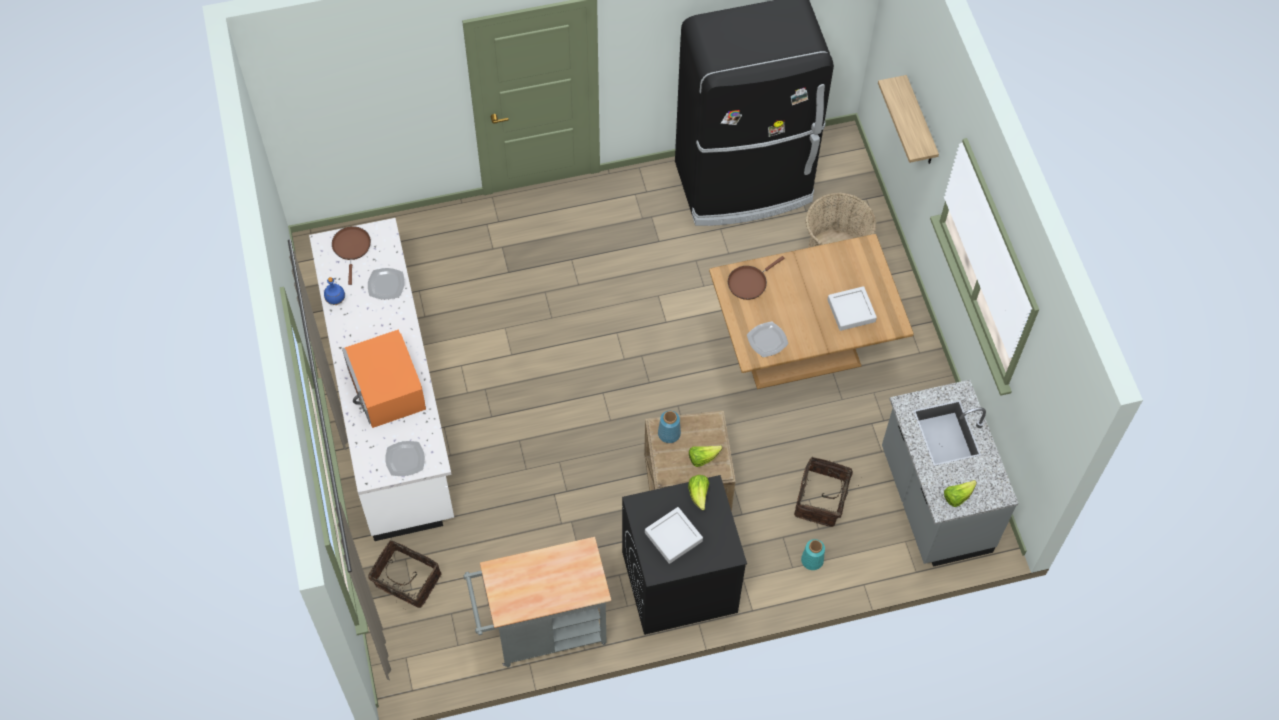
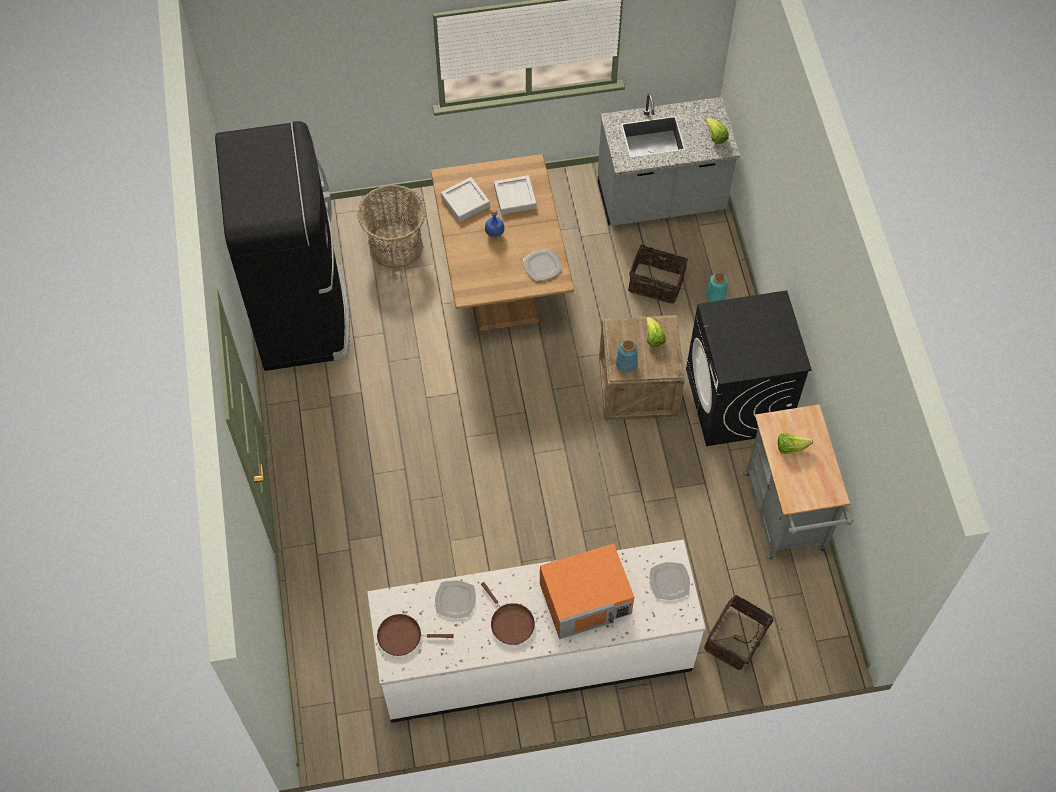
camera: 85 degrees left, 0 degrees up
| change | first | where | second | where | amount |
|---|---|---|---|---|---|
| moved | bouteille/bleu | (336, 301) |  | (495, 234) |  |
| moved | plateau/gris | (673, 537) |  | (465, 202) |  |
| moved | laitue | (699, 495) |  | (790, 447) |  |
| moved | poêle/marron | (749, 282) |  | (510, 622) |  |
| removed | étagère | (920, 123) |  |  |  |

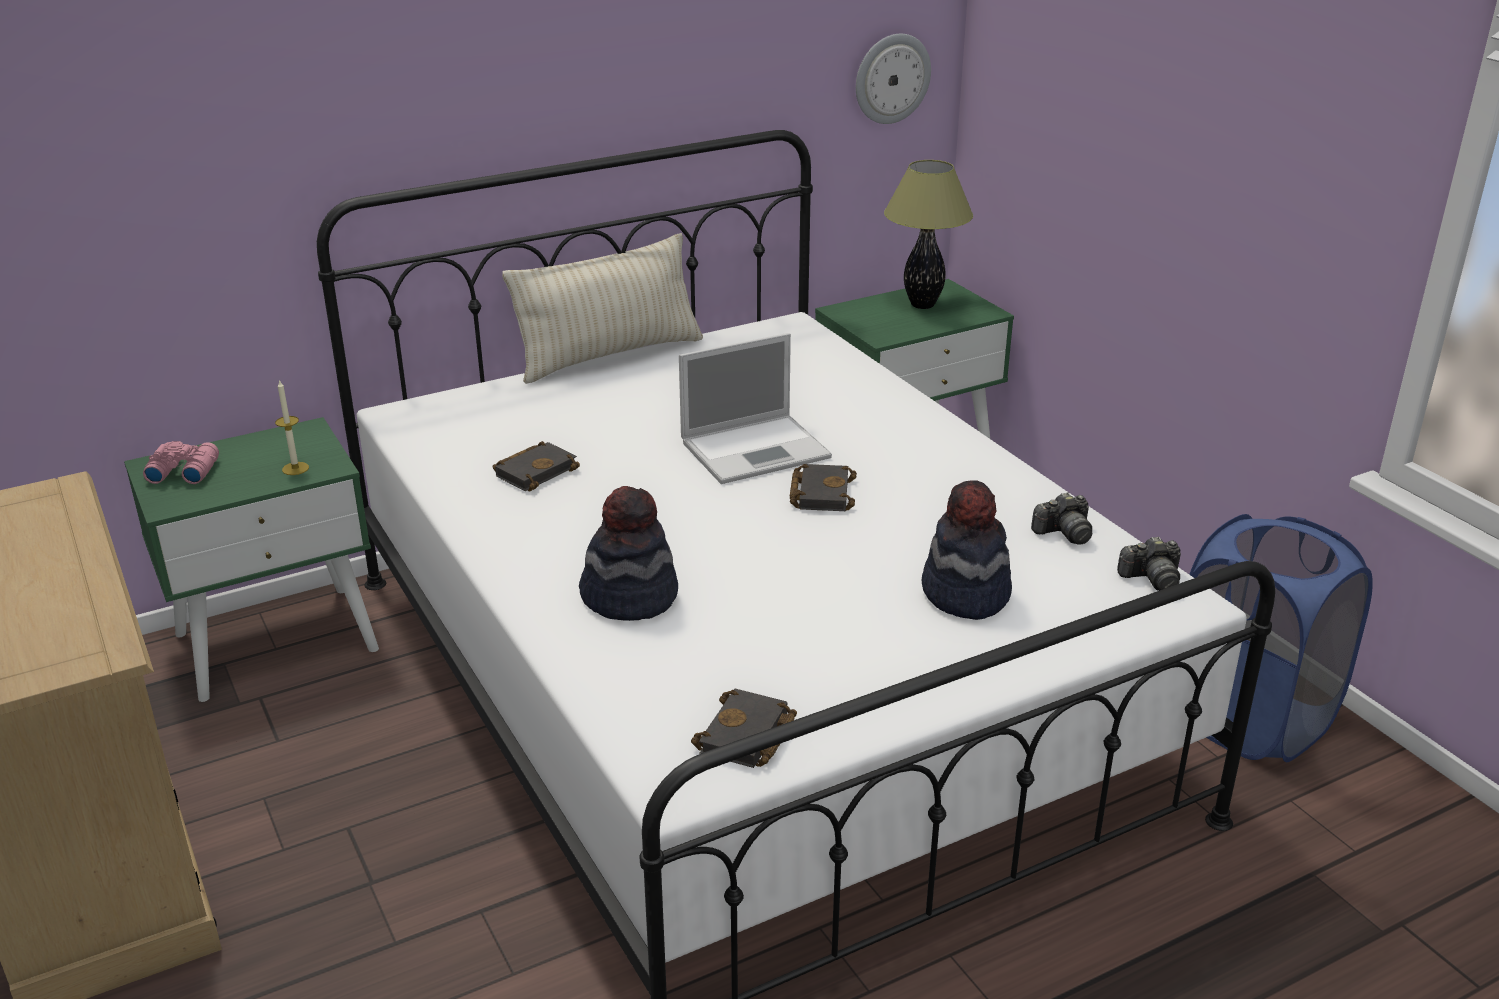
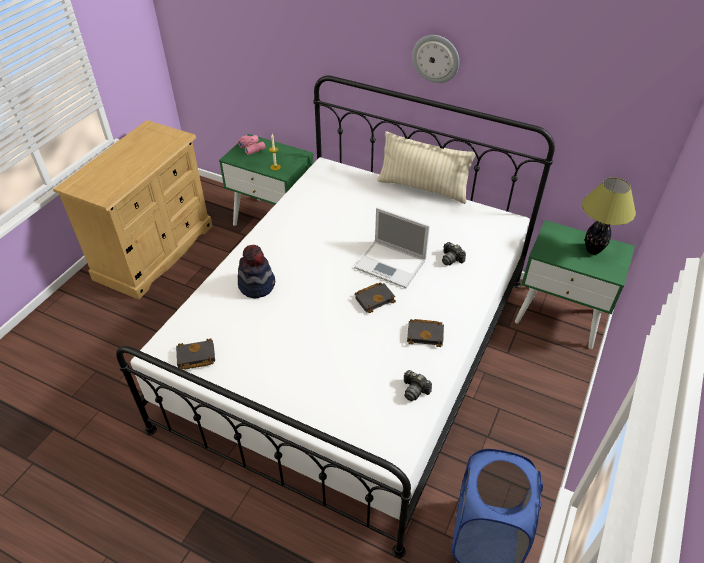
camera: 55 degrees right, 15 degrees up
| change | first | where | second | where | amount |
|---|---|---|---|---|---|
| moved | livre/noir | (536, 471) |  | (426, 334) |  |
| moved | horloge murale | (891, 78) |  | (436, 58) |  |
| removed | chapeau | (965, 594) |  |  |  |
| moved | appareil photo | (1151, 579) |  | (451, 259) |  |

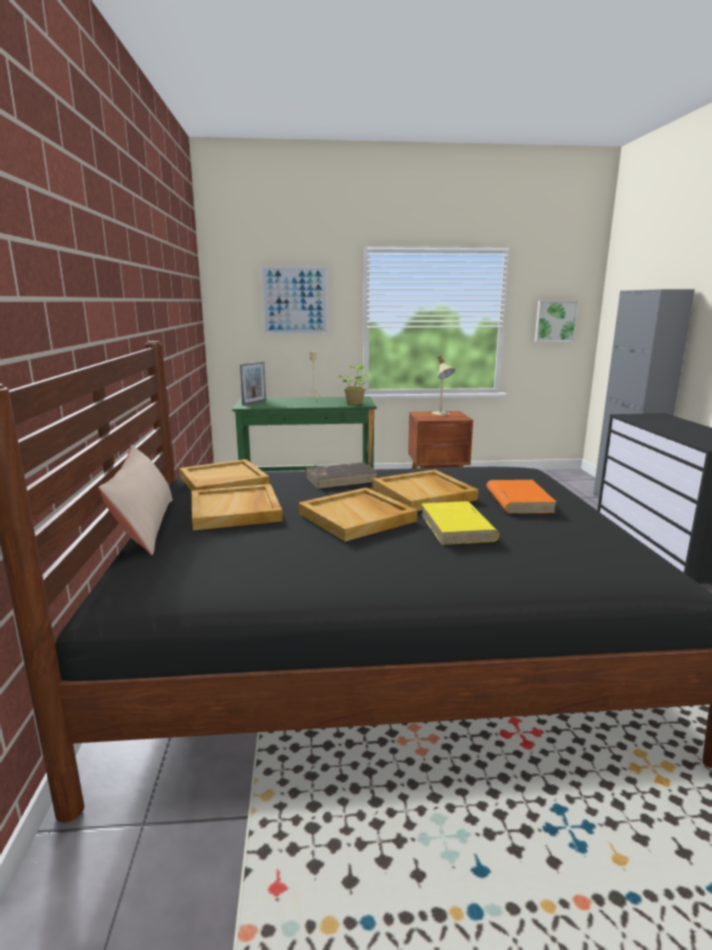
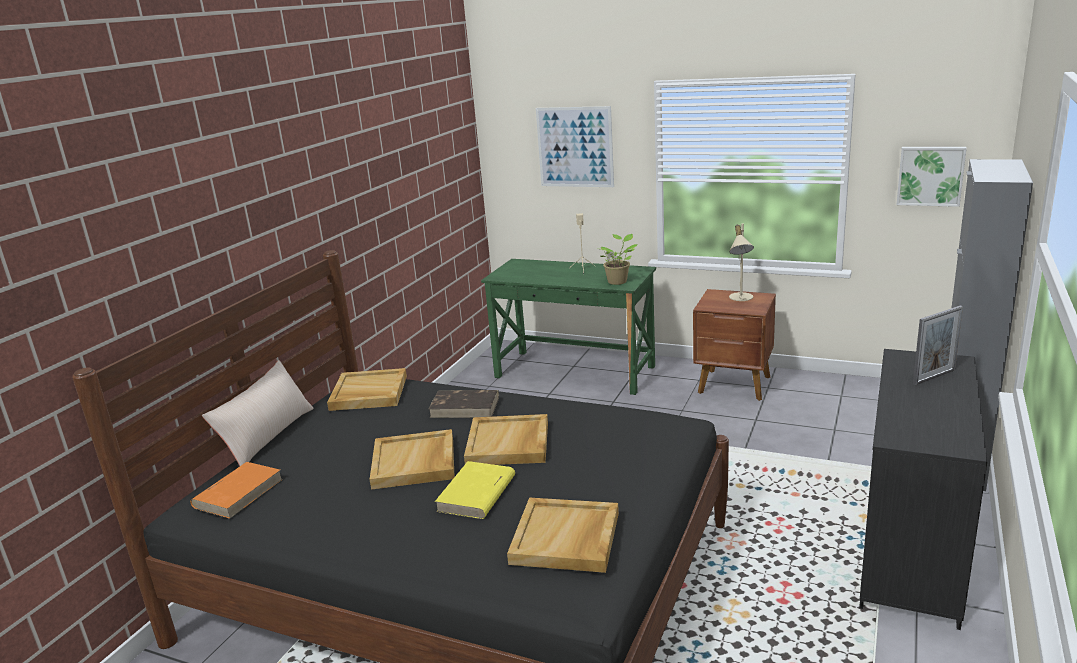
camera: 30 degrees right, 5 degrees up
| change | first | where | second | where | amount |
|---|---|---|---|---|---|
| moved | plateau/beige | (236, 510) |  | (566, 539) |  |
| moved | cadre photo | (254, 402) |  | (934, 377) |  |
| moved | livre/orange | (518, 500) |  | (239, 493) |  |

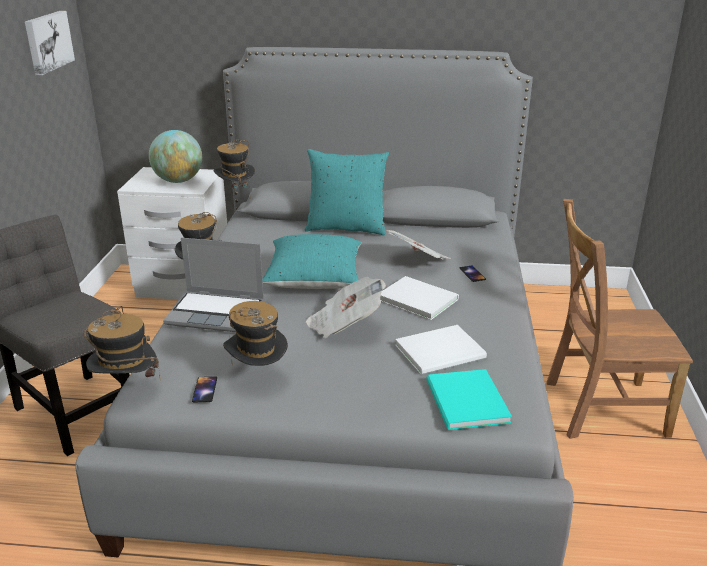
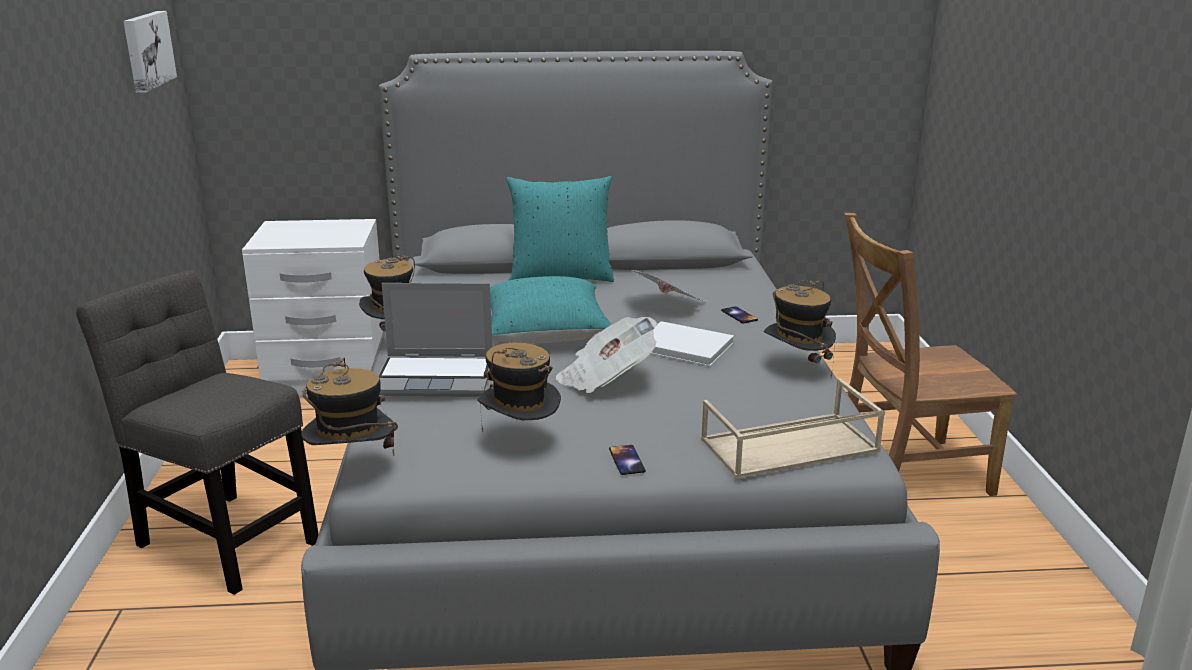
camera: 10 degrees left, 5 degrees down
| change | first | where | second | where | amount |
|---|---|---|---|---|---|
| removed | globe | (178, 181) |  |  |  |
| moved | téléphone | (204, 389) |  | (626, 460) |  |
| moved | chapeau | (236, 194) |  | (796, 369) |  |
| removed | livre/blanc | (443, 352) |  |  |  |
| replaced | livre/turquoise | (465, 403) | plateau/beige | (788, 447) |  |

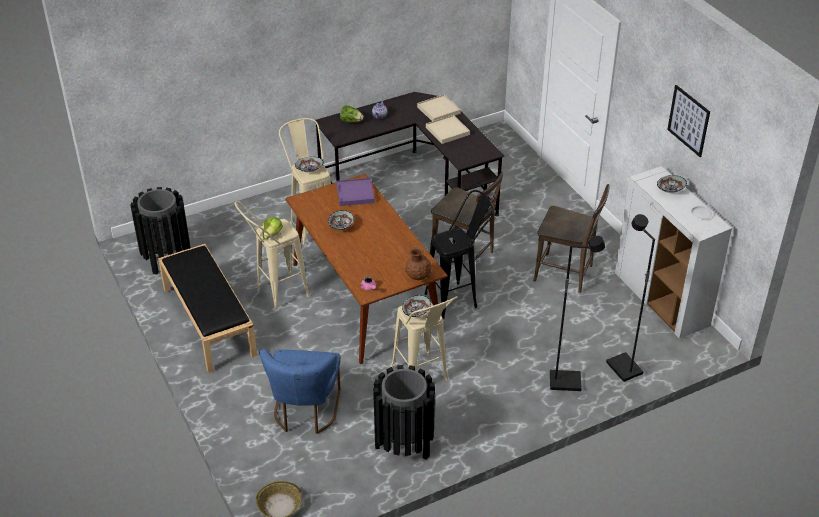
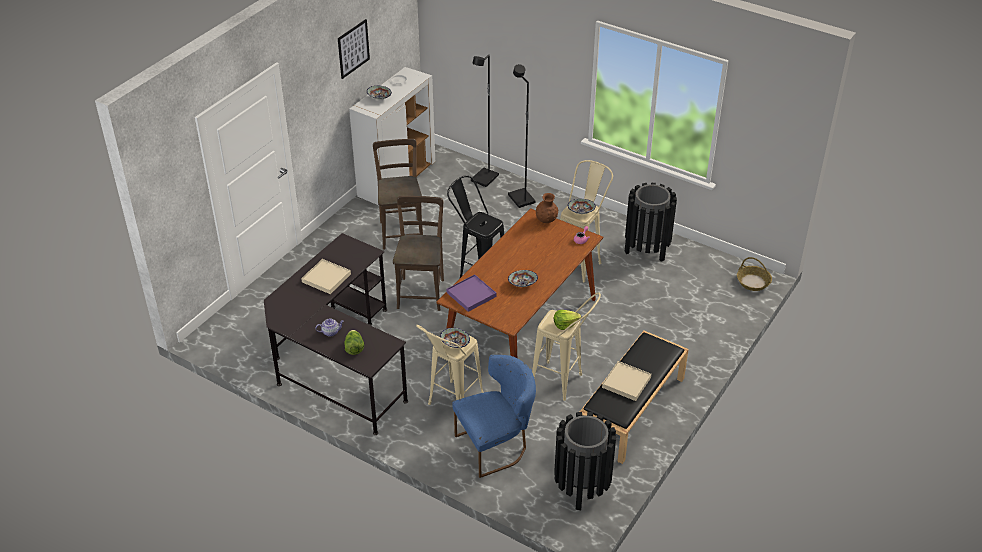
camera: 120 degrees left, 0 degrees up
| change | first | where | second | where | amount |
|---|---|---|---|---|---|
| moved | chaise/bleu | (305, 412) |  | (496, 446) |  |
| moved | plateau/beige | (438, 110) |  | (626, 382) |  |

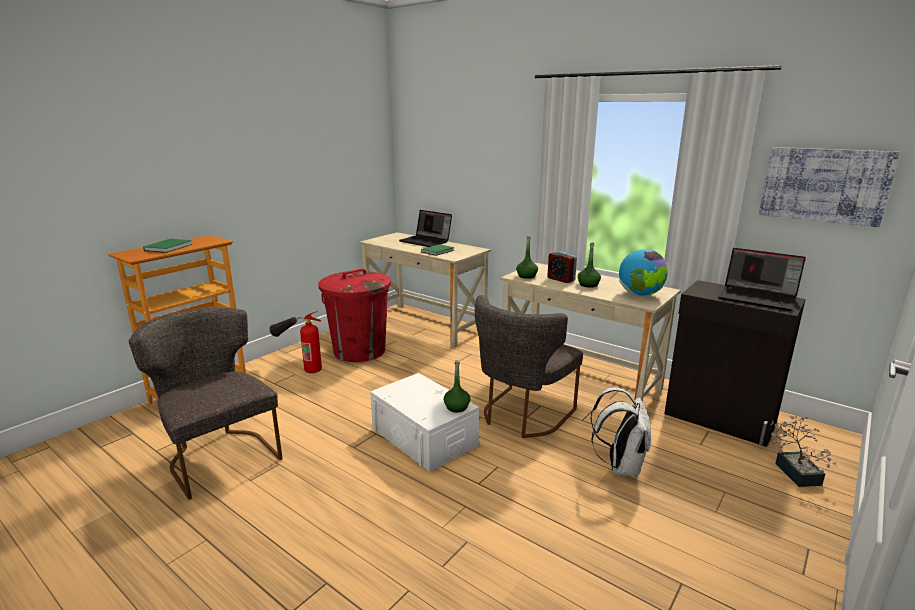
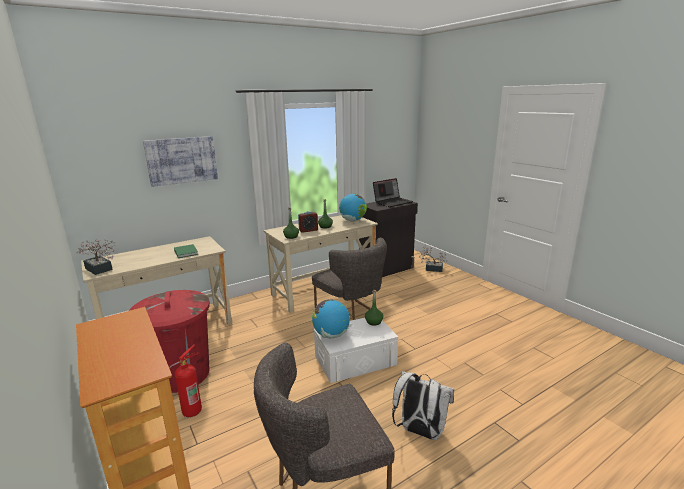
camera: 70 degrees left, 0 degrees up
| change | first | where | second | where | amount |
|---|---|---|---|---|---|
| removed | livre/vert | (170, 247) |  |  |  |
| removed | ordinateur portable | (426, 241) |  |  |  |
| moved | sac à dos/blanc | (620, 466) |  | (420, 431) |  |
| moved | tableau | (824, 185) |  | (182, 160) |  |
| added |  |  | plante en pot | (99, 270) |  |
| added |  |  | globe | (331, 335) |  |

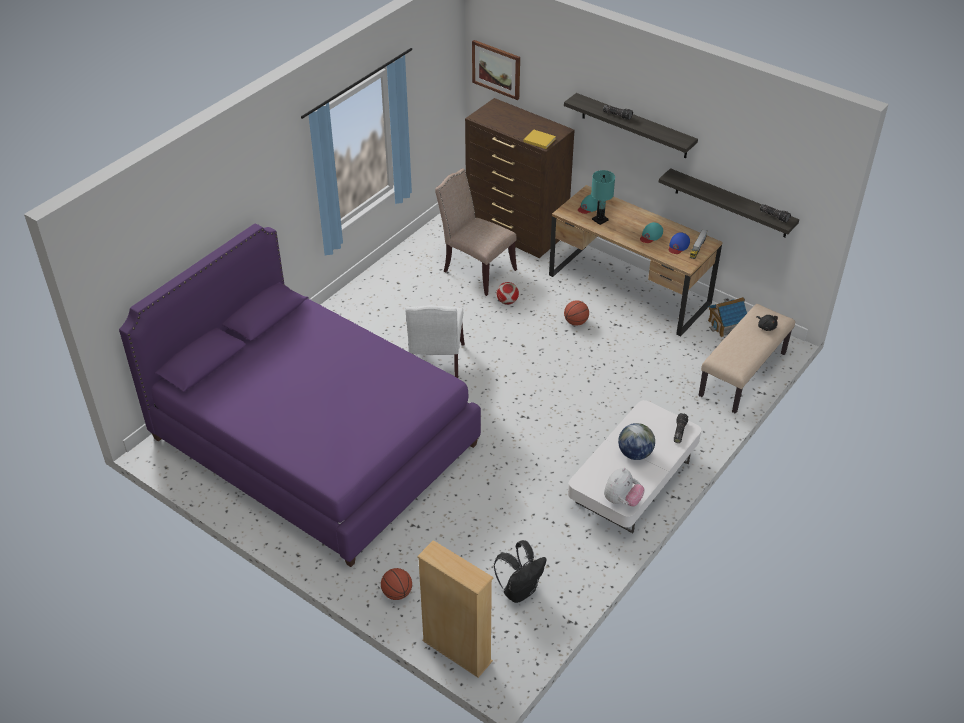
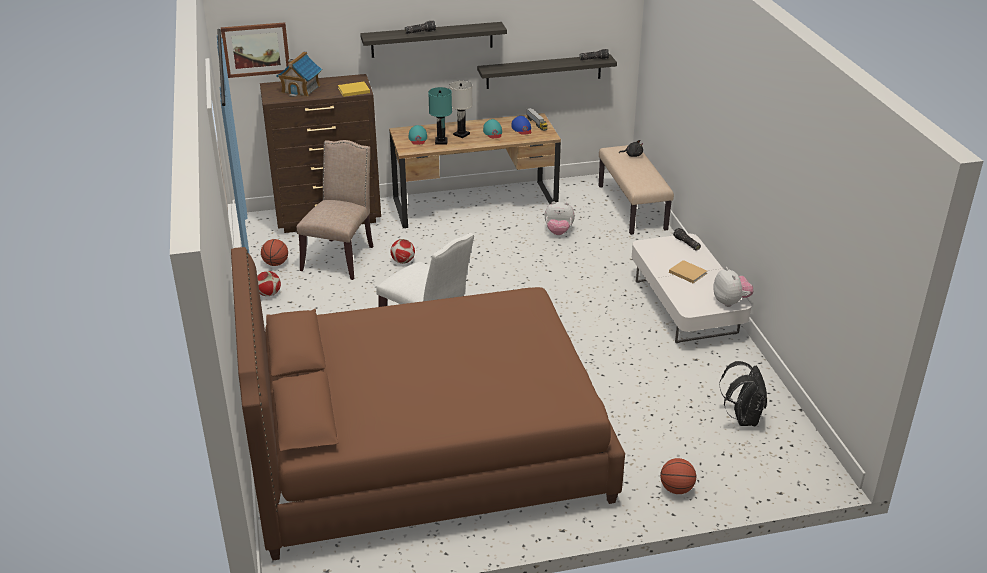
camera: 50 degrees left, 10 degrees down
| change | first | where | second | where | amount |
|---|---|---|---|---|---|
| recoloured | lit/violet | (314, 442) | lit/marron | (426, 449) |  |
| removed | bibliothèque/beige | (457, 651) |  |  |  |
| turned | chaise/beige | (476, 270) |  | (340, 257) | 120 degrees clockwise |
| moved | ballon de basket | (575, 322) |  | (275, 263) |  |
| replaced | globe | (635, 453) | livre/beige | (687, 272) |  |
| moved | maison miniature | (726, 325) |  | (301, 89) |  |
| added |  |  | ballon de foot | (269, 294) |  |
| added |  |  | lampe de table/blanc | (461, 134) |  |
| added |  |  | peluche | (558, 232) |  |

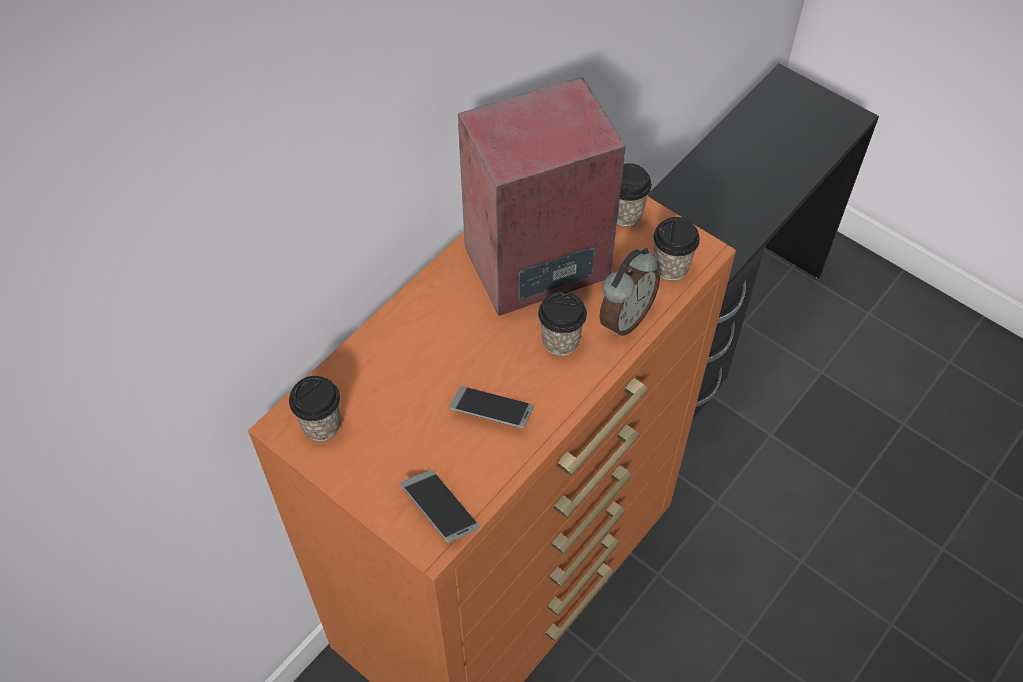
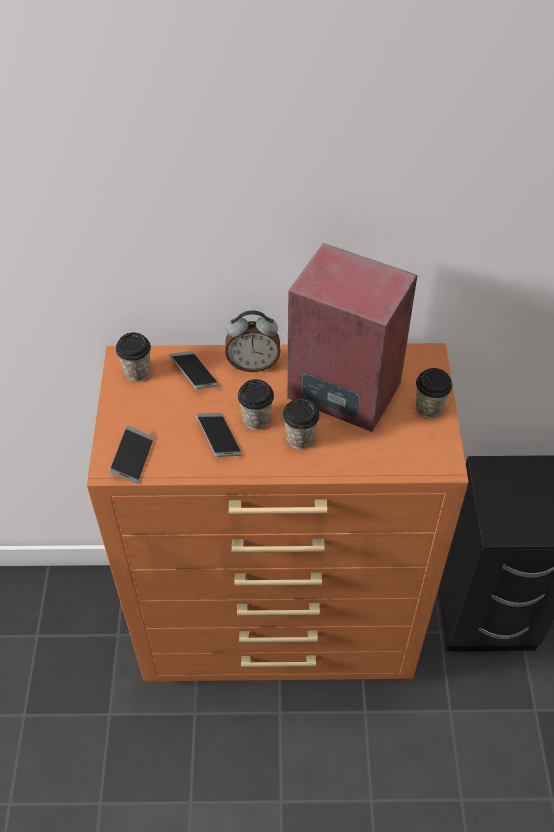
camera: 50 degrees right, 5 degrees down
| change | first | where | second | where | amount |
|---|---|---|---|---|---|
| moved | réveil | (624, 318) |  | (253, 364) |  |
| moved | tasse | (671, 267) |  | (256, 419) |  |
| added |  |  | téléphone | (194, 374) |  |

